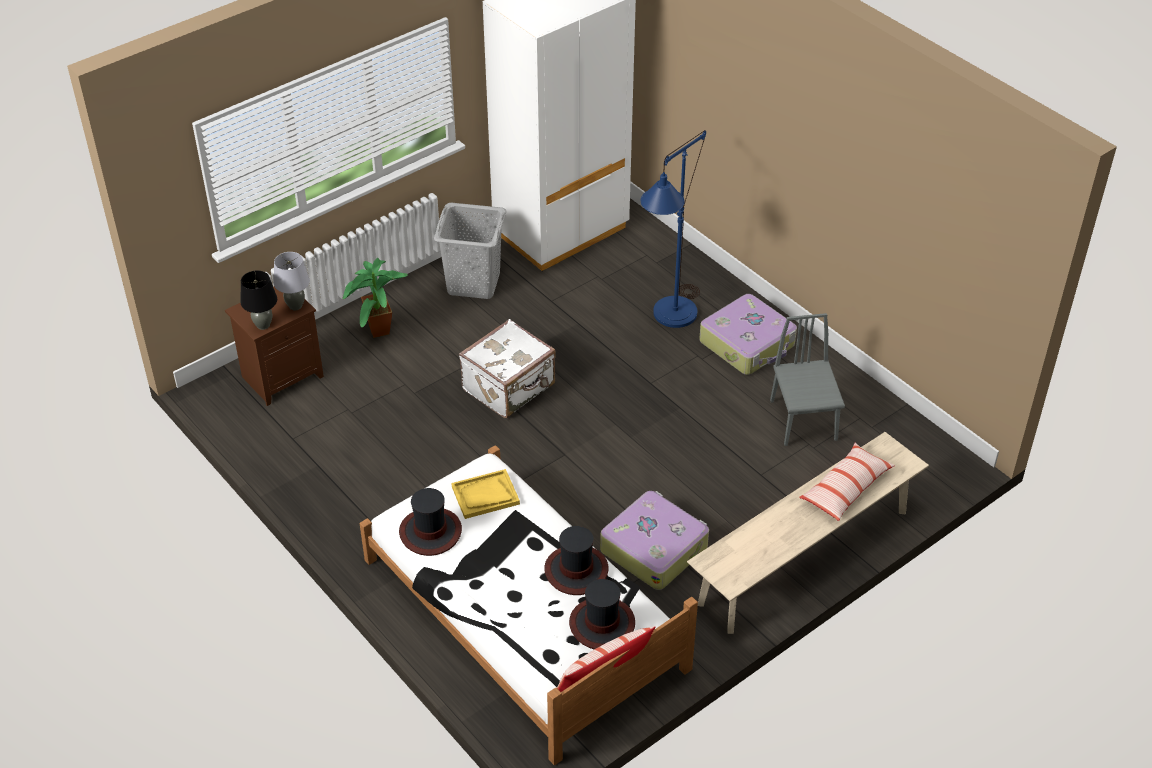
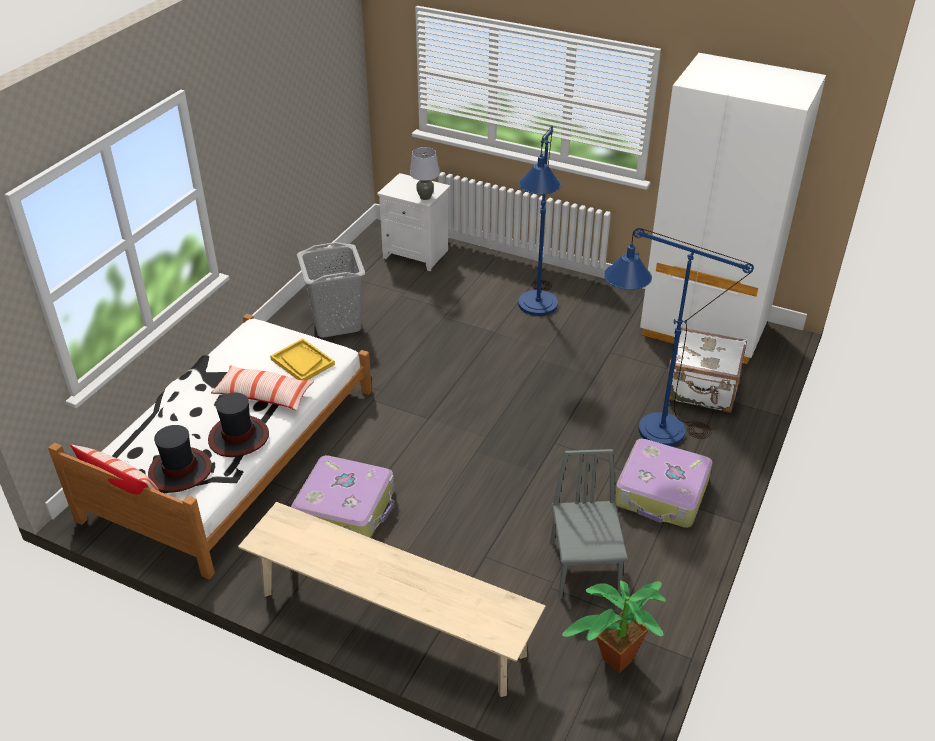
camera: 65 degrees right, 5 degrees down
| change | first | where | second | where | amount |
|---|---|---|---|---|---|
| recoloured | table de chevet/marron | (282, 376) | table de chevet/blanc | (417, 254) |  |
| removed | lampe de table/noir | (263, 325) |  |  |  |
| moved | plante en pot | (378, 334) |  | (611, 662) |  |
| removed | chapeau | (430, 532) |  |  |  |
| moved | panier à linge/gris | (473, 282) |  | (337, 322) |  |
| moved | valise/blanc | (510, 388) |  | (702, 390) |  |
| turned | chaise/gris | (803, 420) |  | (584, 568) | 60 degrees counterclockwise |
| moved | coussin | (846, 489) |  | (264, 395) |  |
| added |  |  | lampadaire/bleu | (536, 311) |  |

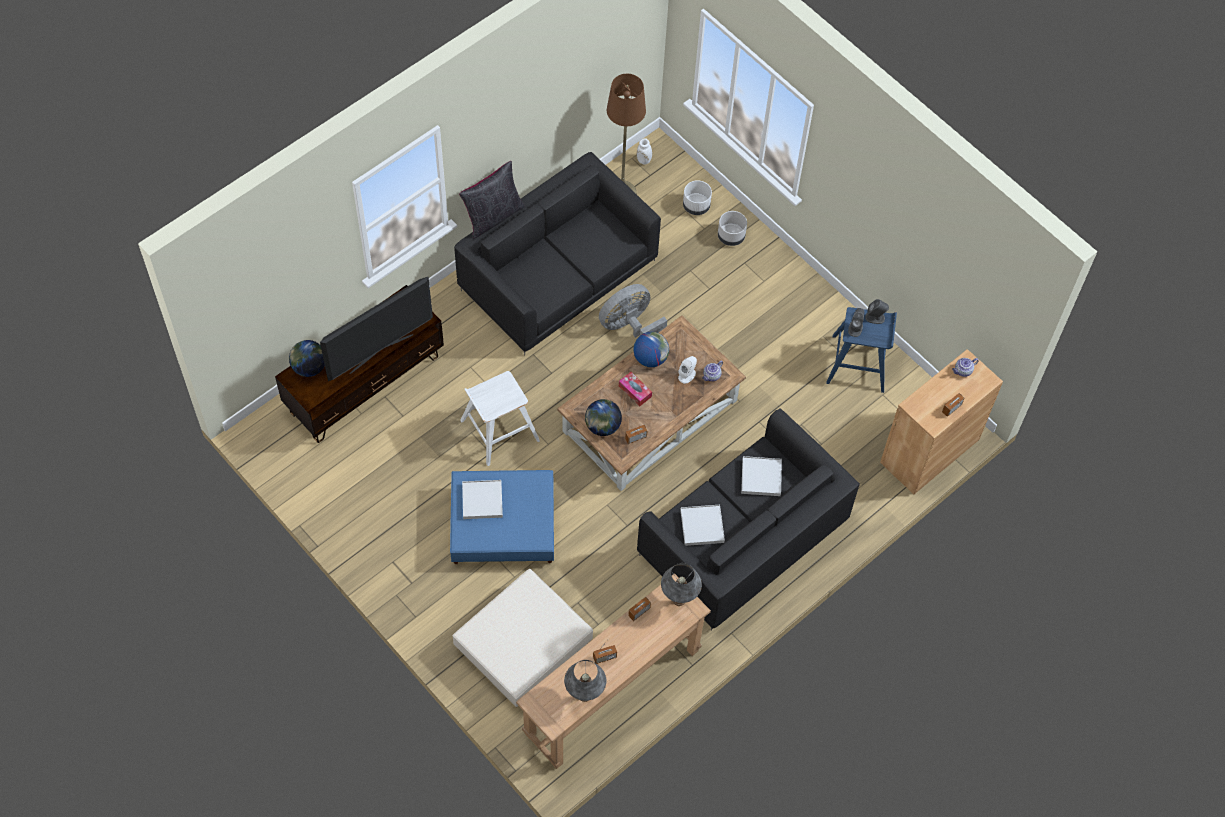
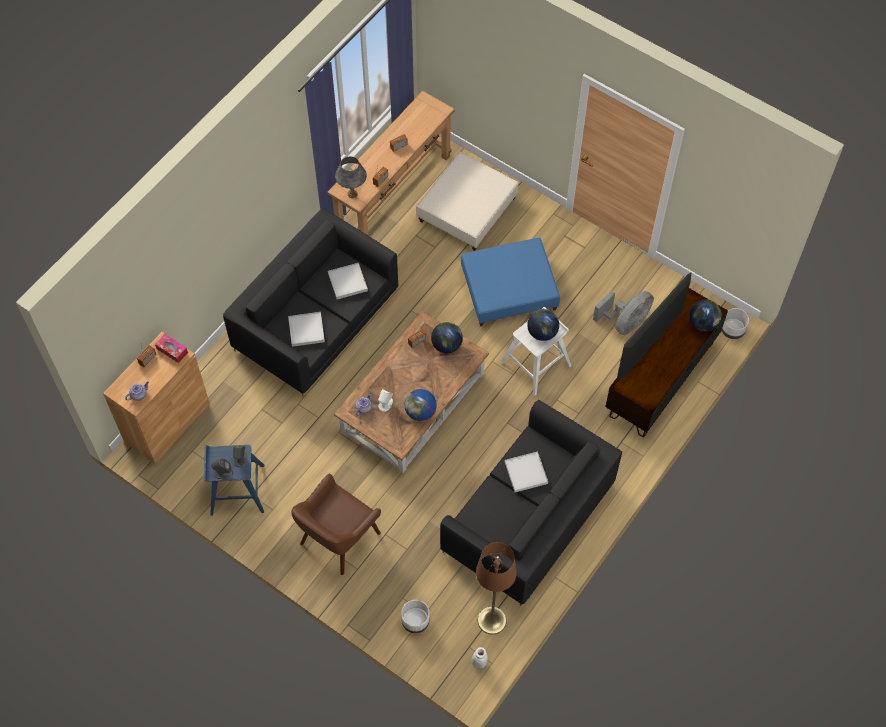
camera: 170 degrees right, 0 degrees up
| change | first | where | second | where | amount |
|---|---|---|---|---|---|
| removed | coussin/noir | (493, 216) |  |  |  |
| moved | plateau/blanc | (482, 500) |  | (526, 472) |  |
| removed | lampe de table/gris | (585, 695) |  |  |  |
| moved | ventilateur/gris | (629, 326) |  | (625, 323) |  |
| moved | boîte à mouchoirs | (635, 391) |  | (172, 350) |  |
| moved | cache-pot/gris | (731, 237) |  | (732, 330) |  |
| added |  |  | fauteuil/marron | (338, 538) |  |
| added |  |  | globe | (542, 332) |  |

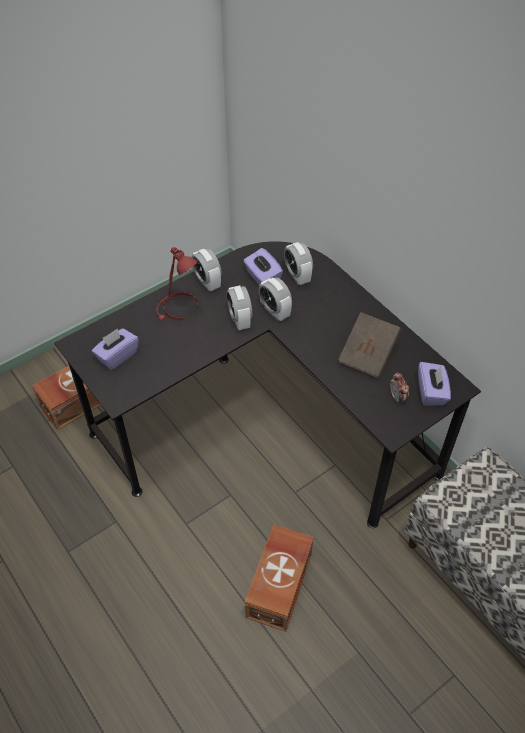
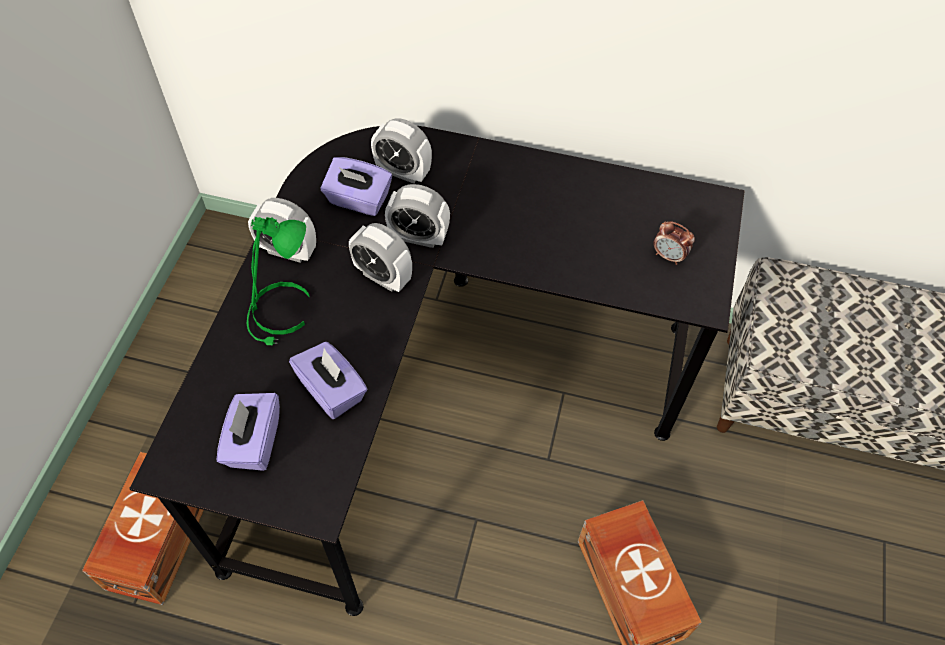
camera: 40 degrees left, 5 degrees up
| change | first | where | second | where | amount |
|---|---|---|---|---|---|
| recoloured | lampe de table/rouge | (179, 309) | lampe de table/vert | (282, 313) |  |
| removed | livre/marron | (368, 354) |  |  |  |
| moved | boîte à mouchoirs/violet | (431, 392) |  | (332, 390) |  |

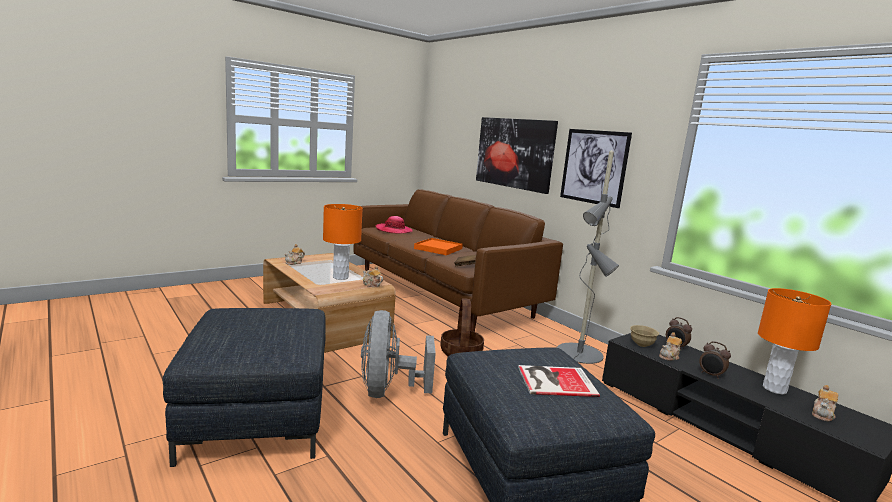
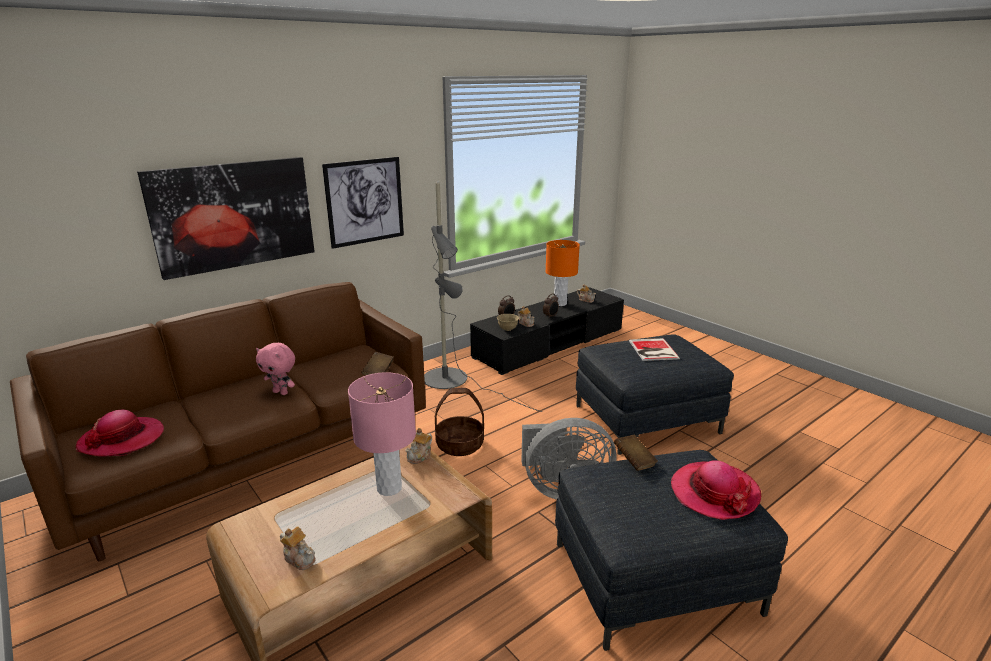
camera: 90 degrees left, 10 degrees up
| change | first | where | second | where | amount |
|---|---|---|---|---|---|
| recoloured | lampe de table/orange | (340, 277) | lampe de table/rose | (389, 488) |  |
| replaced | plateau/orange | (438, 249) | peluche/rose | (281, 392) |  |
| added |  |  | livre/marron | (634, 461) |  |
| added |  |  | chapeau | (714, 492) |  |

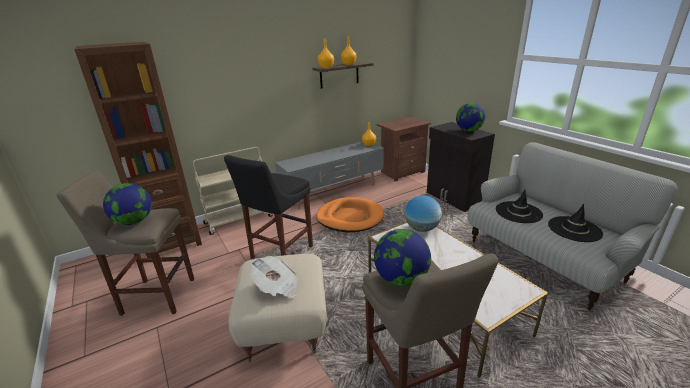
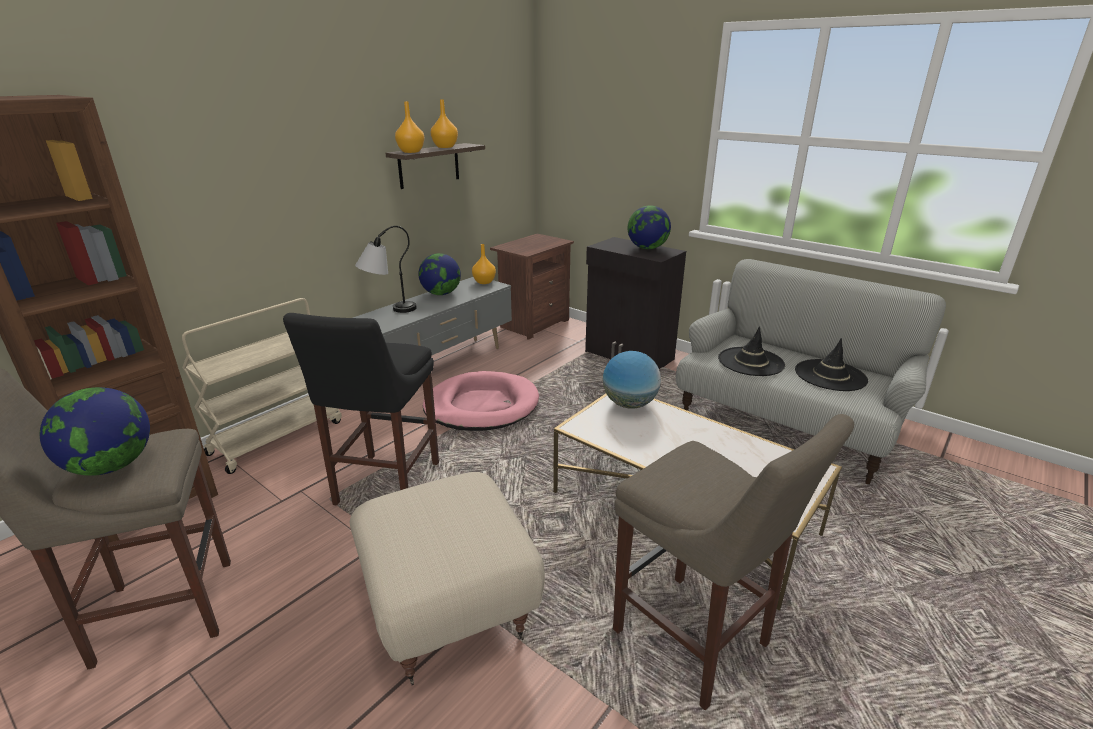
camera: 20 degrees left, 0 degrees up
| change | first | where | second | where | amount |
|---|---|---|---|---|---|
| removed | journal | (277, 287) |  |  |  |
| recoloured | panier pour chien/orange | (350, 217) | panier pour chien/rose | (481, 406) |  |
| moved | globe | (401, 279) |  | (441, 294) |  |
| added |  |  | lampe de table | (388, 310) |  |

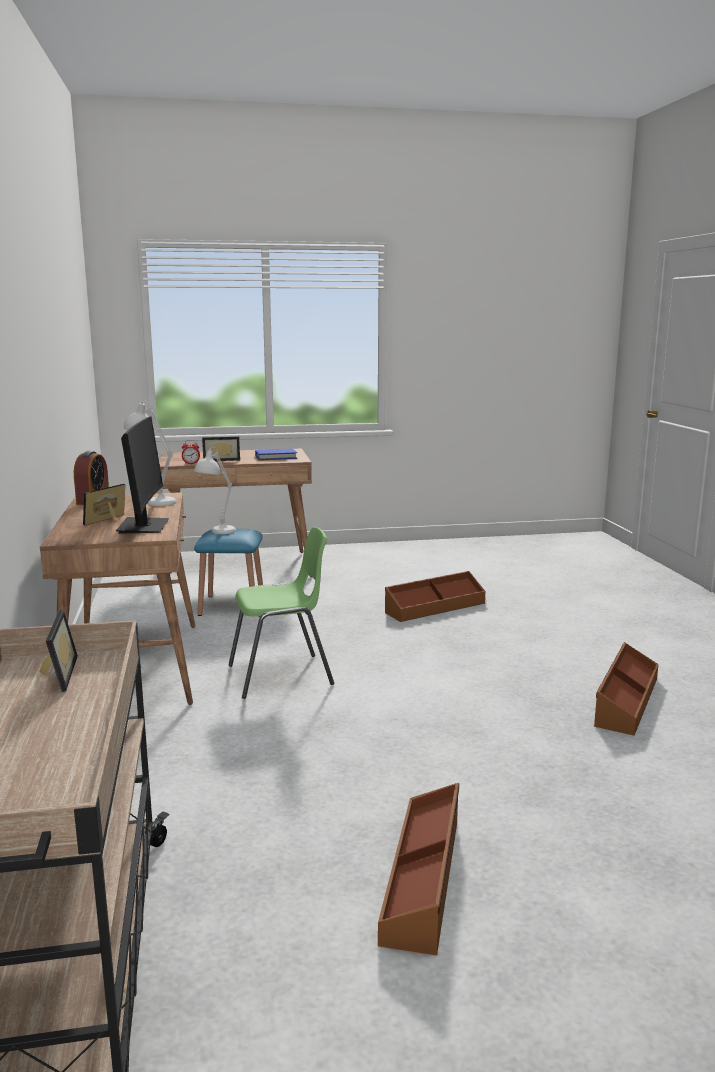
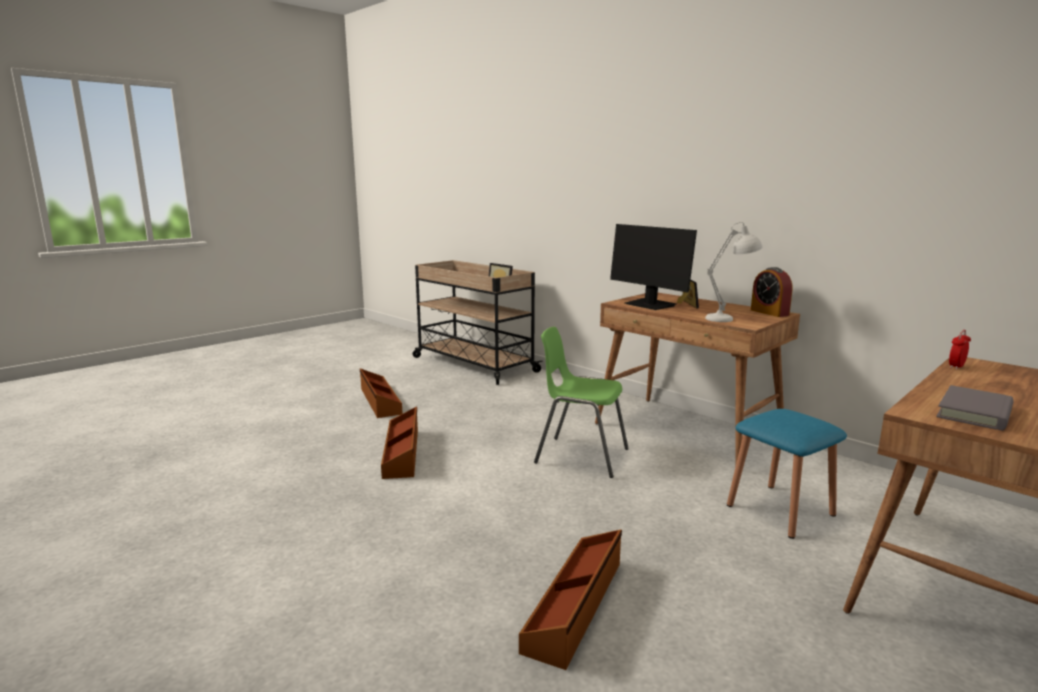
camera: 145 degrees right, 0 degrees up
| change | first | where | second | where | amount |
|---|---|---|---|---|---|
| removed | lampe de table/blanc | (216, 533) |  |  |  |
| removed | cadre photo | (221, 460) |  |  |  |
| turned | chaise/vert | (281, 675) |  | (581, 456) | 75 degrees clockwise |
| recoloured | livre/bleu | (276, 457) | livre/gris | (974, 412) |  |
| moved | boîte de rangement/marron | (625, 701) |  | (402, 452) |  |

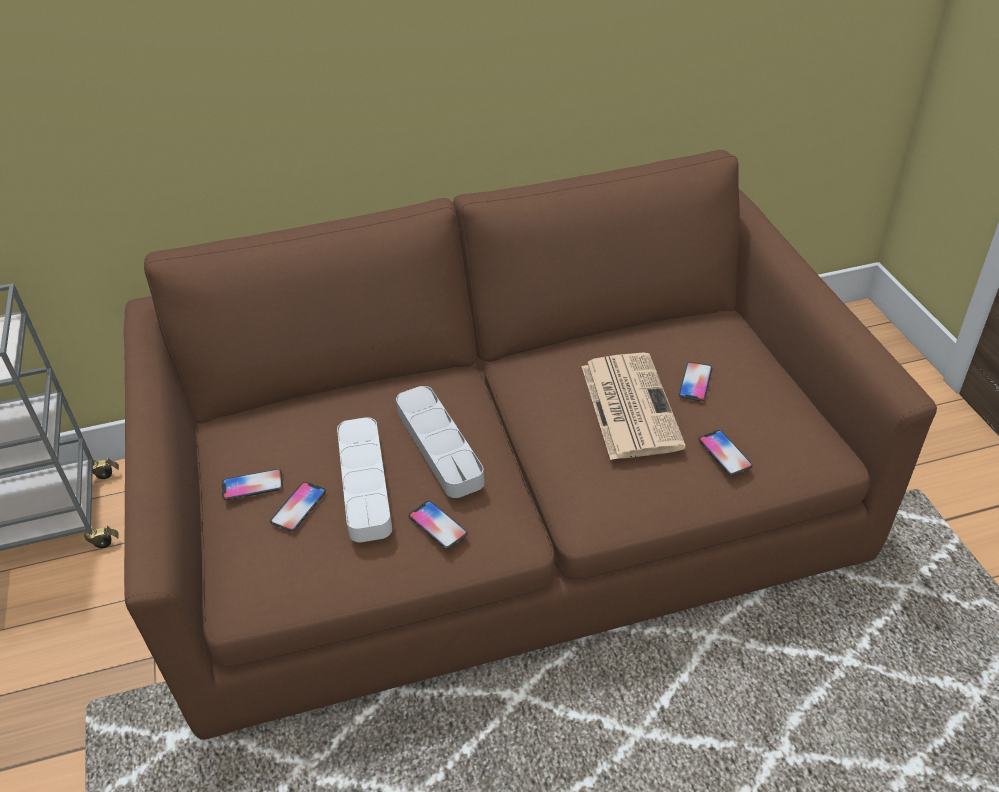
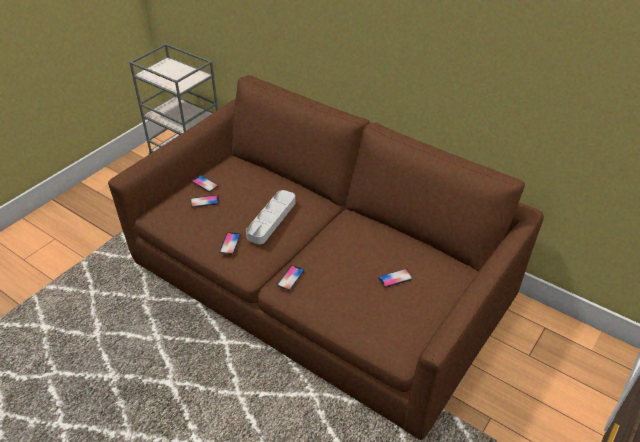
camera: 50 degrees right, 0 degrees up
| change | first | where | second | where | amount |
|---|---|---|---|---|---|
| removed | plateau/blanc | (364, 483) |  |  |  |
| removed | journal | (629, 405) |  |  |  |
| moved | téléphone | (724, 453) |  | (290, 278) |  |

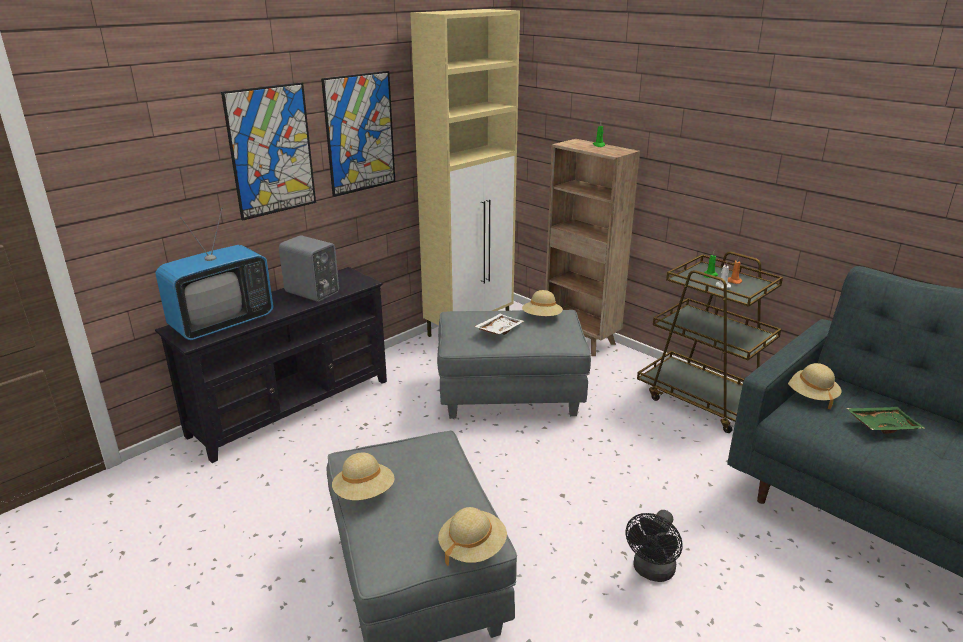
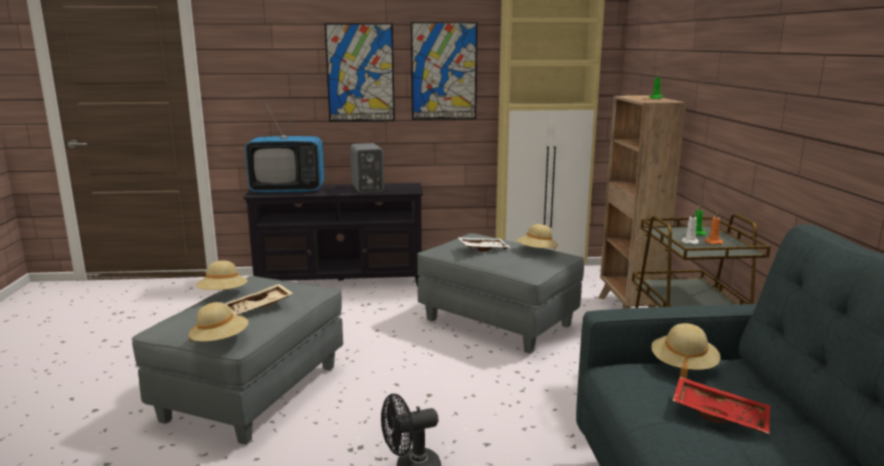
camera: 40 degrees right, 10 degrees down
| change | first | where | second | where | amount |
|---|---|---|---|---|---|
| recoloured | plateau/vert | (881, 425) | plateau/rouge | (720, 414) |  |
| added |  |  | plateau/beige | (259, 308) |  |

